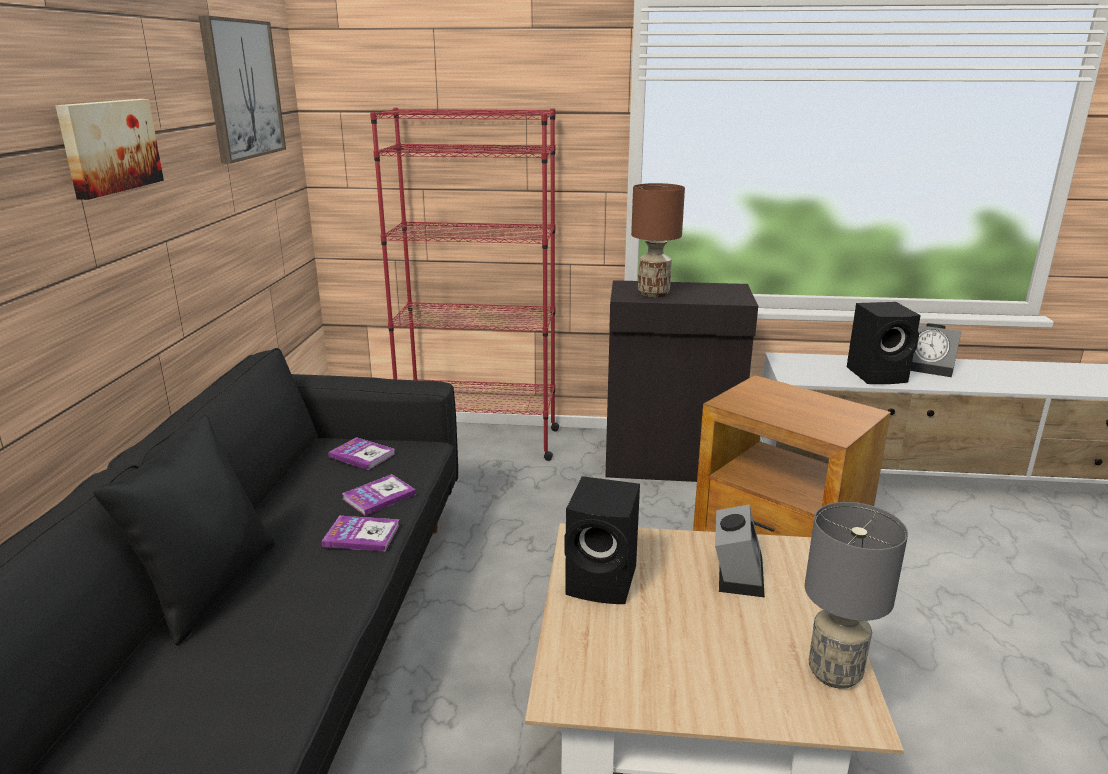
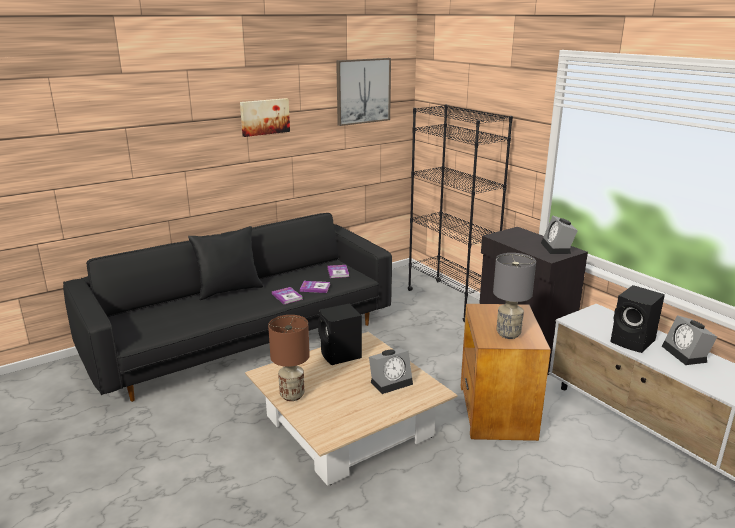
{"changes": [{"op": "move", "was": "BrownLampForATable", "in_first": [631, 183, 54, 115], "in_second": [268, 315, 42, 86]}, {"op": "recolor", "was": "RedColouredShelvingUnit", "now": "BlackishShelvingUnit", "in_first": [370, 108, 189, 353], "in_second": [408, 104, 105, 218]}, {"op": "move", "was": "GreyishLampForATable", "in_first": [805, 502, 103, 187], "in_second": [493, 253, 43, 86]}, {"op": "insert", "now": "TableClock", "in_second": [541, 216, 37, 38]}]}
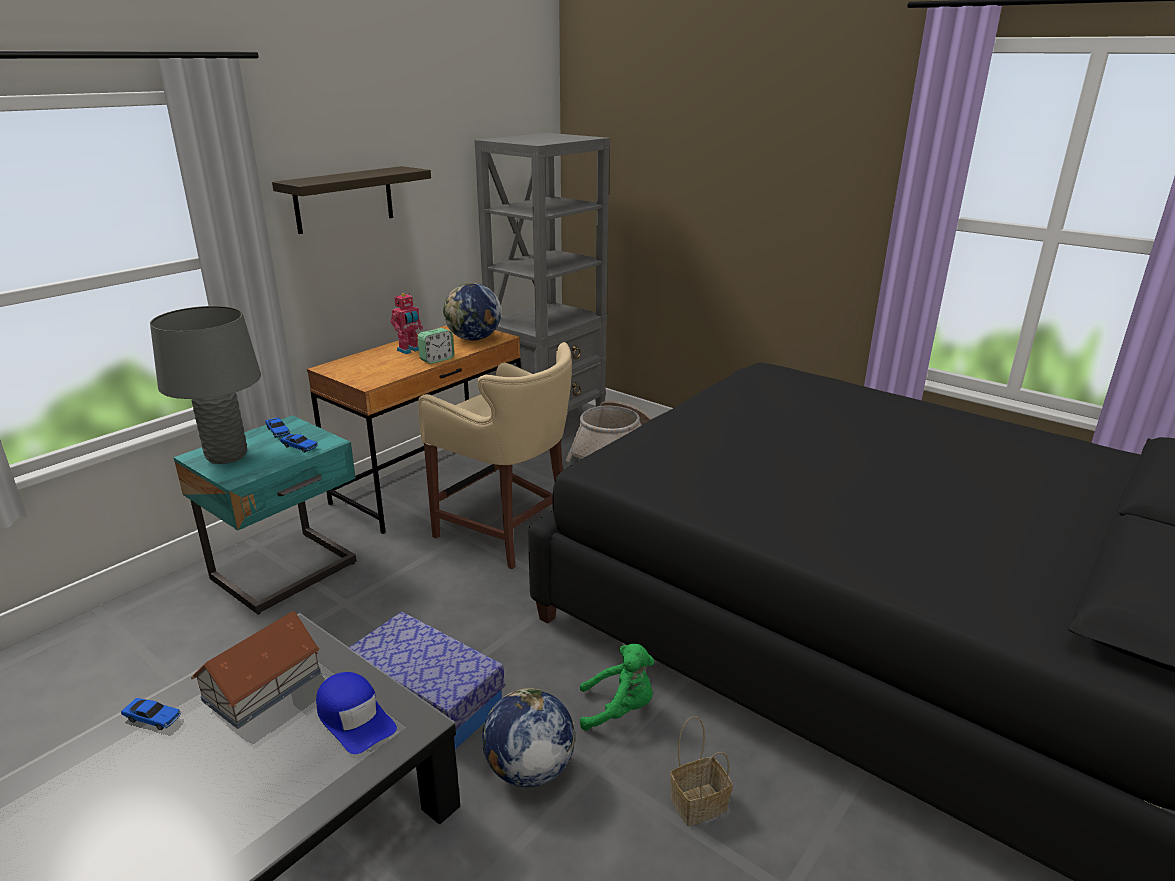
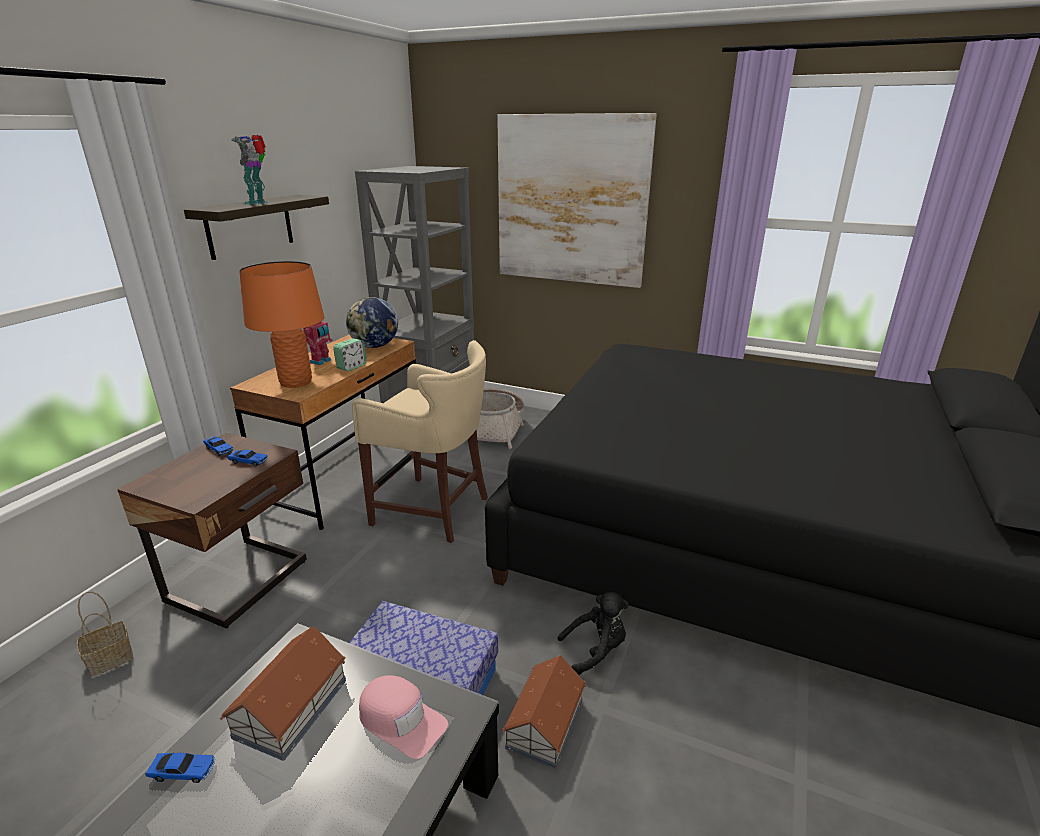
{"changes": [{"op": "move", "was": "Basket", "in_first": [670, 716, 63, 110], "in_second": [77, 592, 56, 85]}, {"op": "recolor", "was": "TurquoiseColouredNightTable", "now": "BrownNightTable", "in_first": [173, 415, 184, 200], "in_second": [117, 433, 190, 195]}, {"op": "insert", "now": "ModelRobot", "in_second": [232, 135, 38, 70]}, {"op": "insert", "now": "OrangeLampForATable", "in_second": [239, 261, 85, 127]}, {"op": "recolor", "was": "BlueColouredCap", "now": "PinkColouredCap", "in_first": [316, 672, 81, 82], "in_second": [359, 675, 89, 84]}, {"op": "insert", "now": "WallArt", "in_second": [497, 113, 160, 175]}, {"op": "replace", "was": "Globe", "now": "ToyHouse", "in_first": [482, 689, 93, 98], "in_second": [502, 655, 84, 114]}, {"op": "recolor", "was": "GreenishCuddlyToy", "now": "BlackishCuddlyToy", "in_first": [580, 644, 74, 87], "in_second": [557, 592, 72, 83]}, {"op": "delete", "was": "GreyishLampForATable", "in_first": [150, 306, 111, 158]}]}
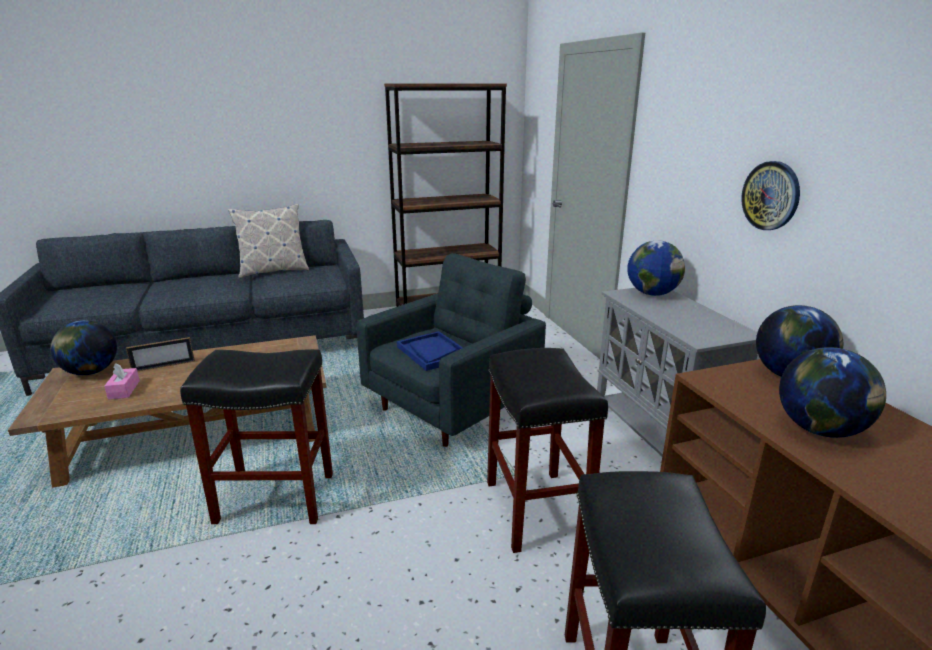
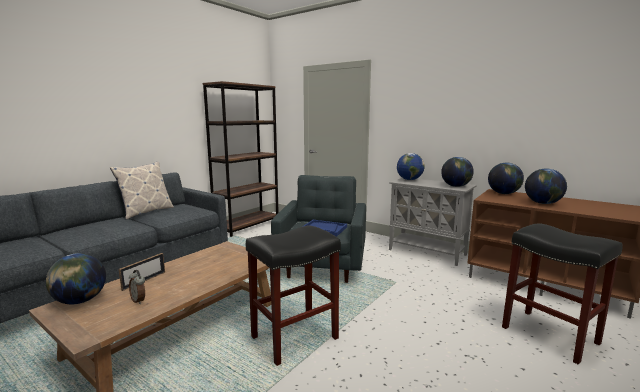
{"changes": [{"op": "replace", "was": "PinkColouredTissueBox", "now": "TableClock", "in_first": [104, 363, 36, 37], "in_second": [129, 270, 16, 34]}, {"op": "insert", "now": "Globe", "in_second": [441, 157, 33, 30]}, {"op": "delete", "was": "BlackishStool", "in_first": [487, 348, 121, 205]}, {"op": "delete", "was": "HangingClock", "in_first": [741, 161, 59, 69]}]}
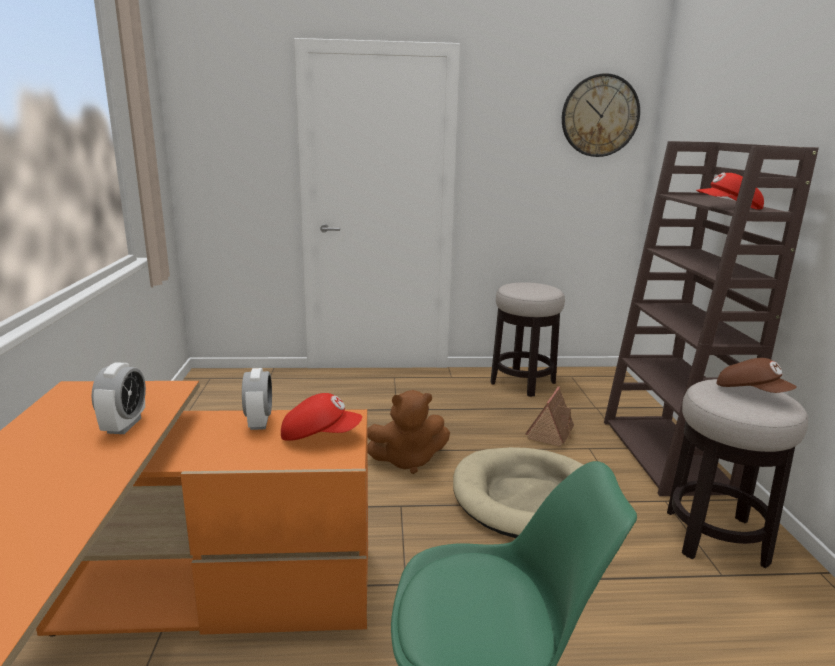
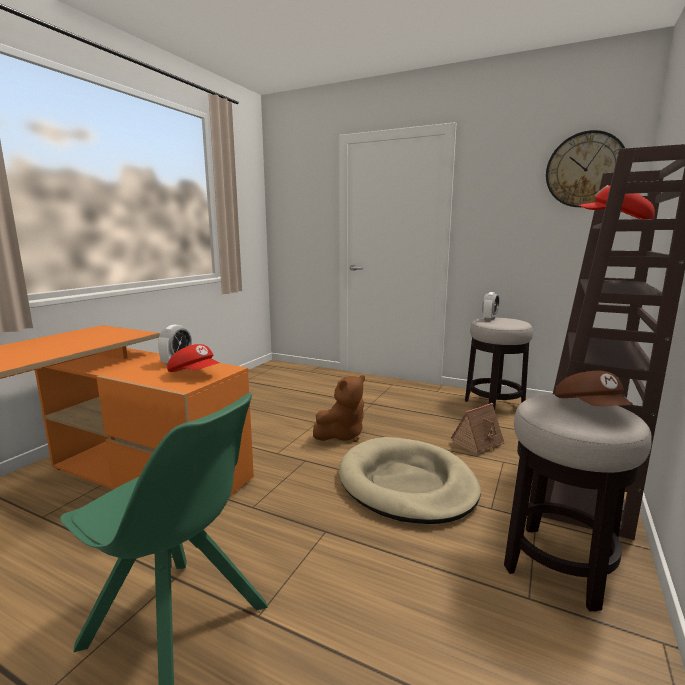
{"changes": [{"op": "rotate", "was": "BrownCuddlyToy", "in_first": [367, 390, 83, 84], "in_second": [313, 375, 52, 67], "clockwise": -60}, {"op": "move", "was": "TableClock", "in_first": [92, 362, 54, 72], "in_second": [482, 292, 17, 29]}]}
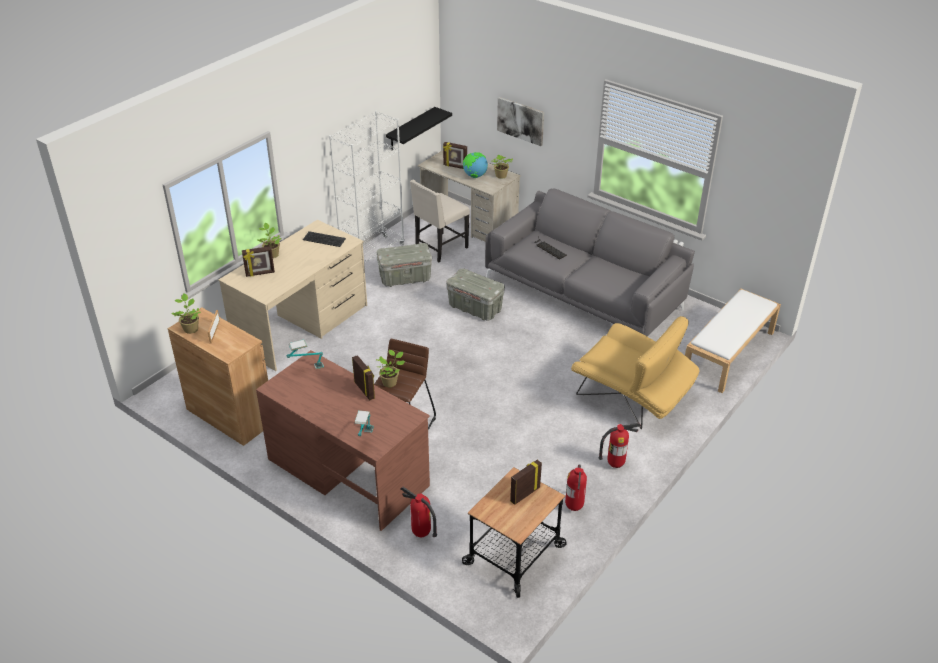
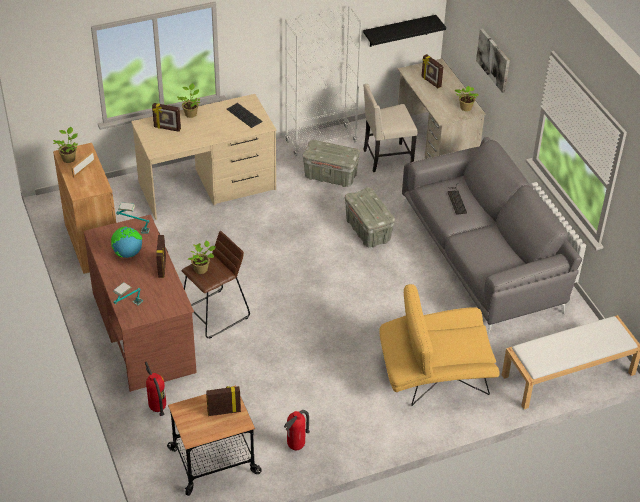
{"changes": [{"op": "move", "was": "Globe", "in_first": [463, 152, 25, 26], "in_second": [111, 227, 31, 31]}, {"op": "rotate", "was": "YellowLoungeChair", "in_first": [571, 316, 128, 113], "in_second": [379, 284, 120, 122], "clockwise": 105}, {"op": "delete", "was": "FireFightingCylinder", "in_first": [598, 423, 43, 45]}]}
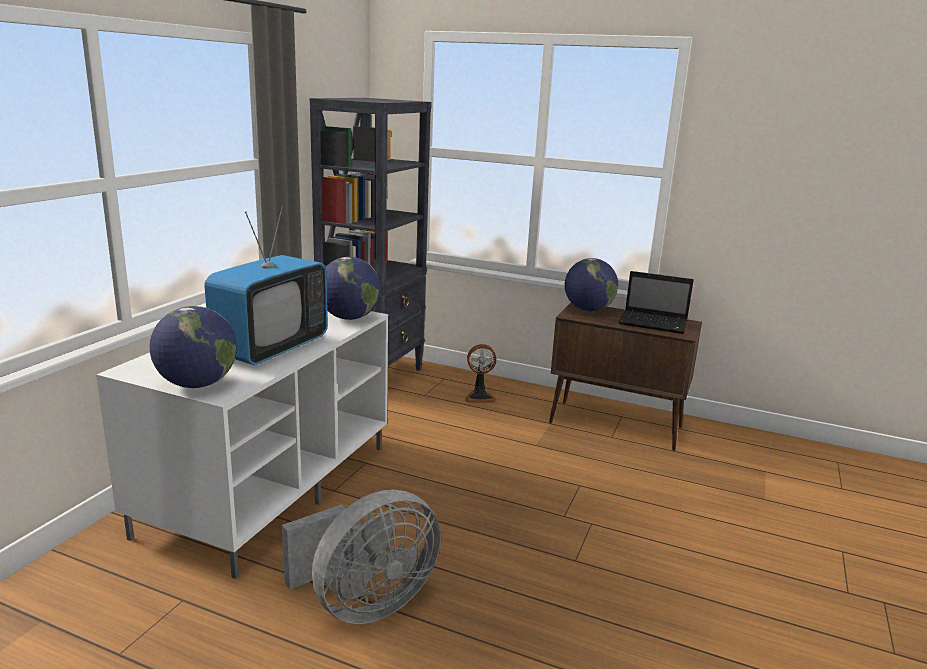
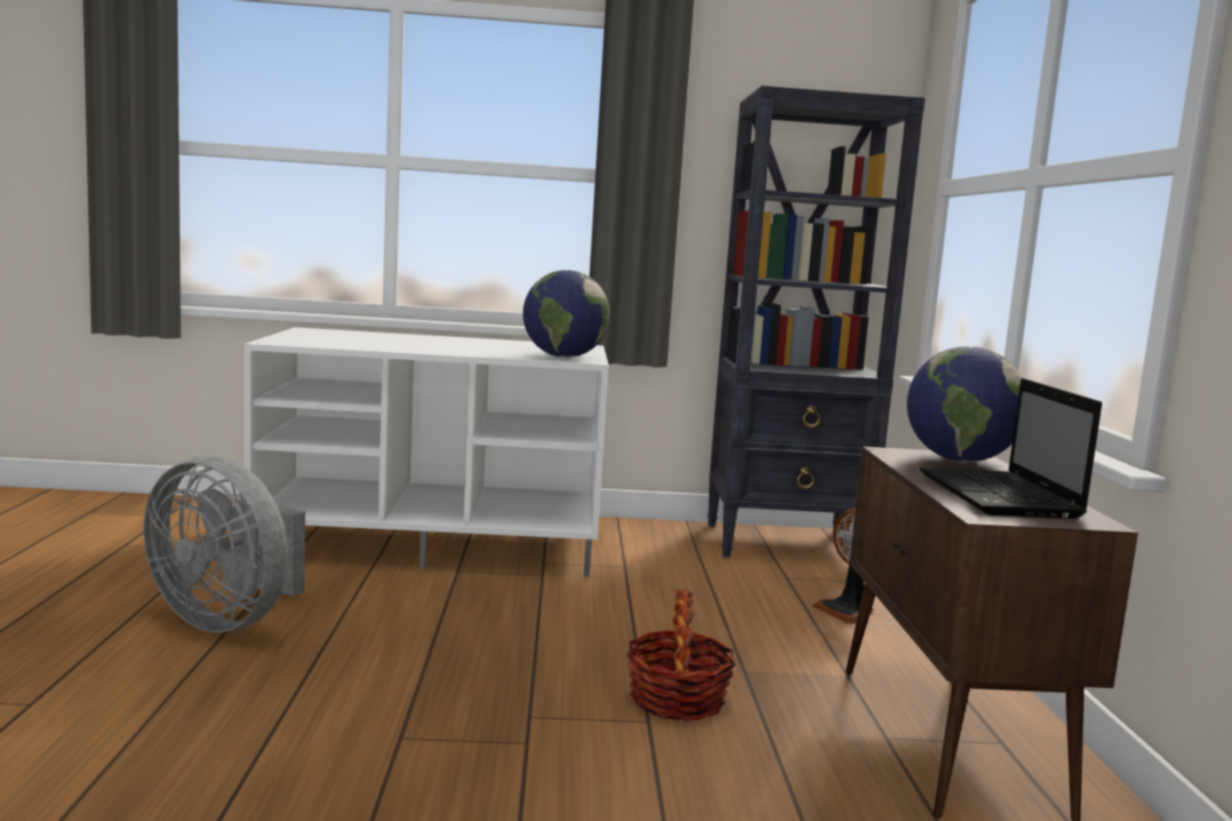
{"changes": [{"op": "insert", "now": "Basket", "in_second": [627, 589, 108, 132]}, {"op": "delete", "was": "Globe", "in_first": [150, 306, 87, 82]}, {"op": "delete", "was": "Television", "in_first": [204, 205, 124, 160]}]}
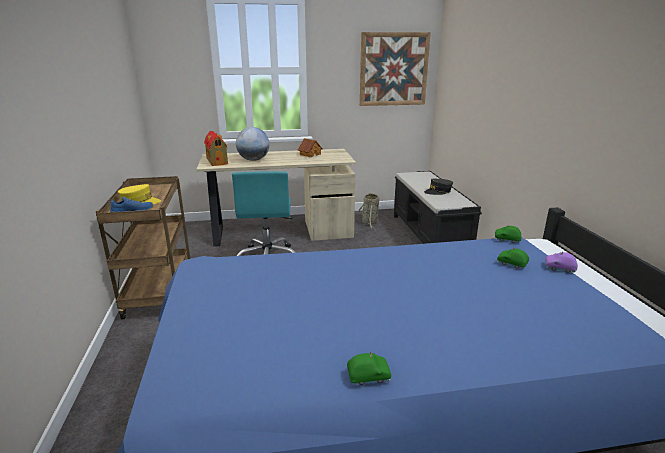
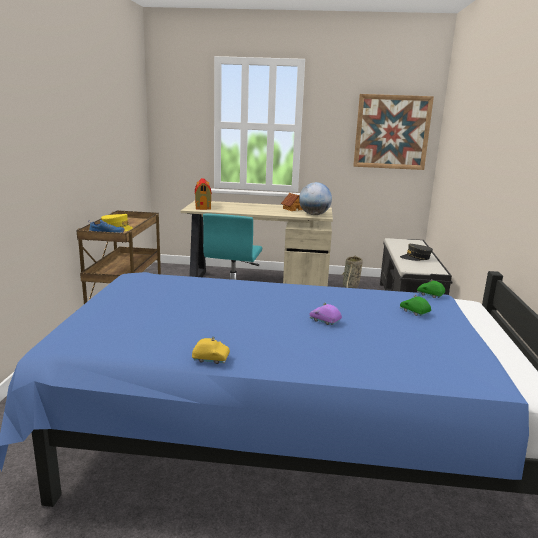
{"changes": [{"op": "recolor", "was": "GreenishToyCar", "now": "YellowToyCar", "in_first": [347, 351, 44, 34], "in_second": [192, 337, 38, 27]}, {"op": "move", "was": "Globe", "in_first": [236, 127, 33, 34], "in_second": [299, 182, 33, 33]}, {"op": "move", "was": "PurpleToyCar", "in_first": [545, 252, 33, 21], "in_second": [309, 302, 33, 23]}]}
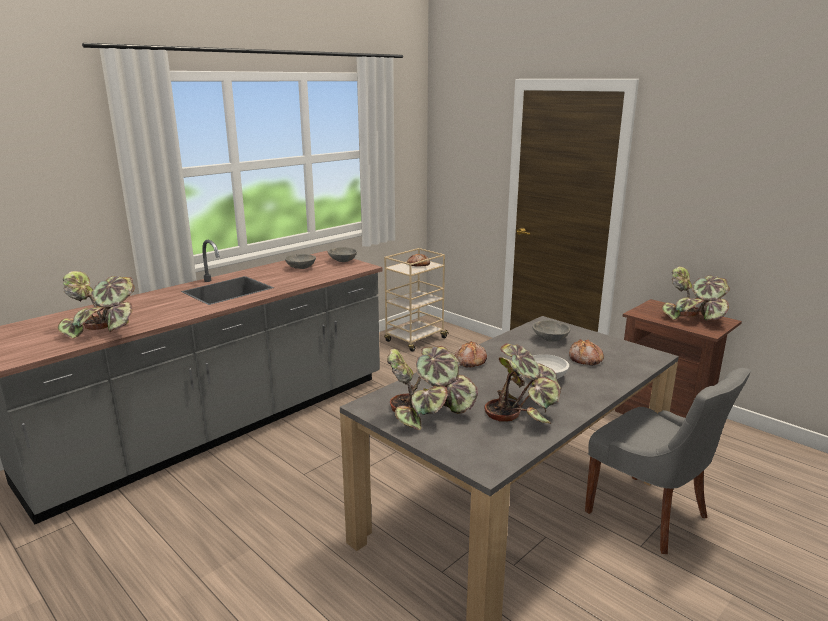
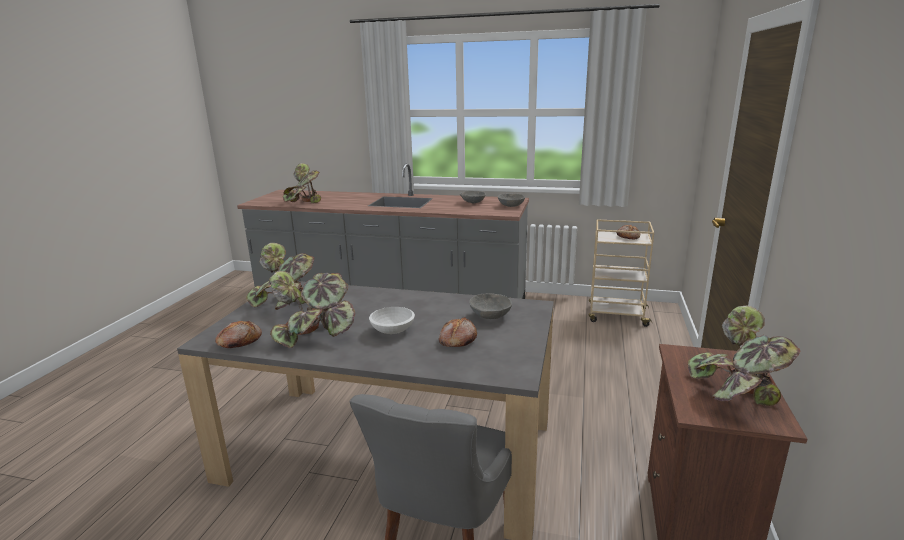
{"changes": [{"op": "move", "was": "Bread", "in_first": [455, 341, 32, 27], "in_second": [215, 321, 47, 27]}]}
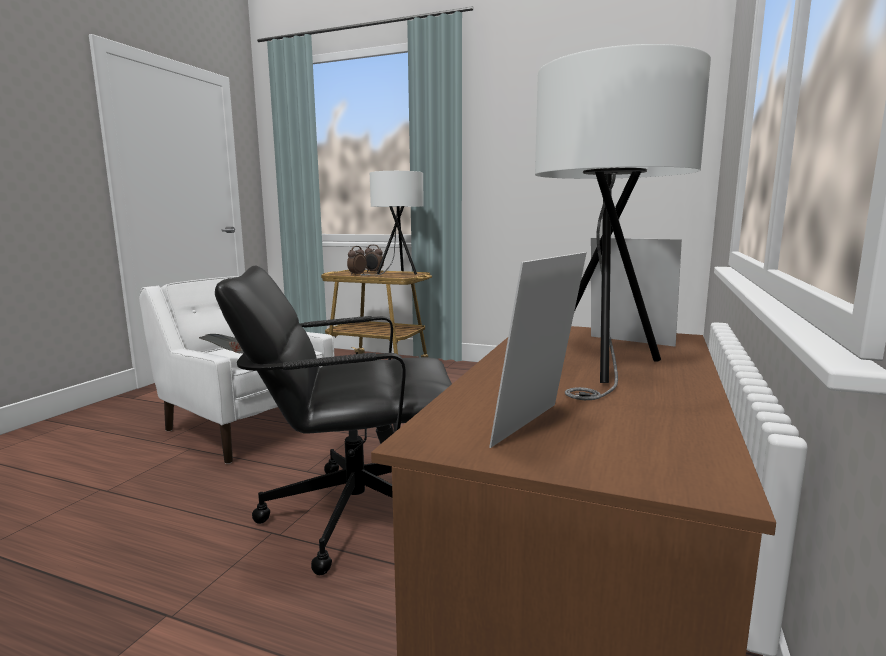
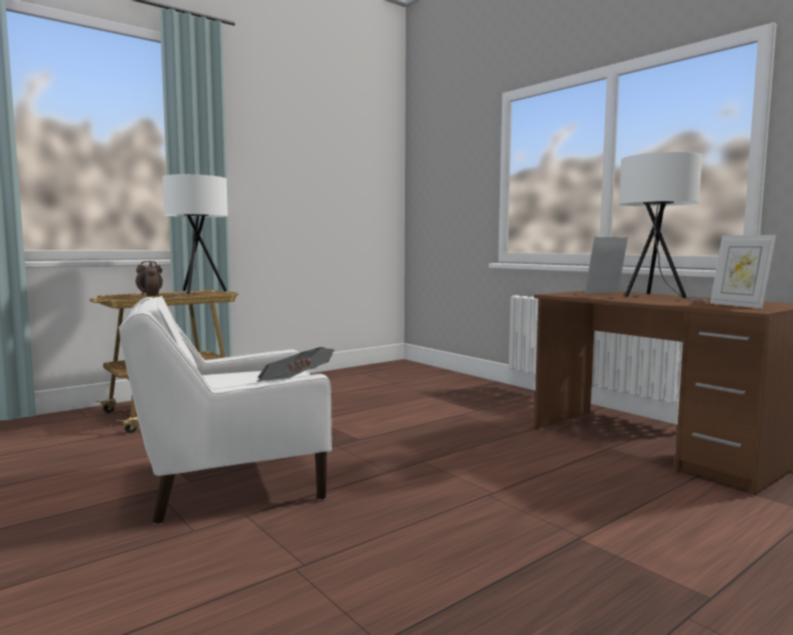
{"changes": [{"op": "delete", "was": "BlackishDeskChair", "in_first": [215, 266, 237, 309]}]}
